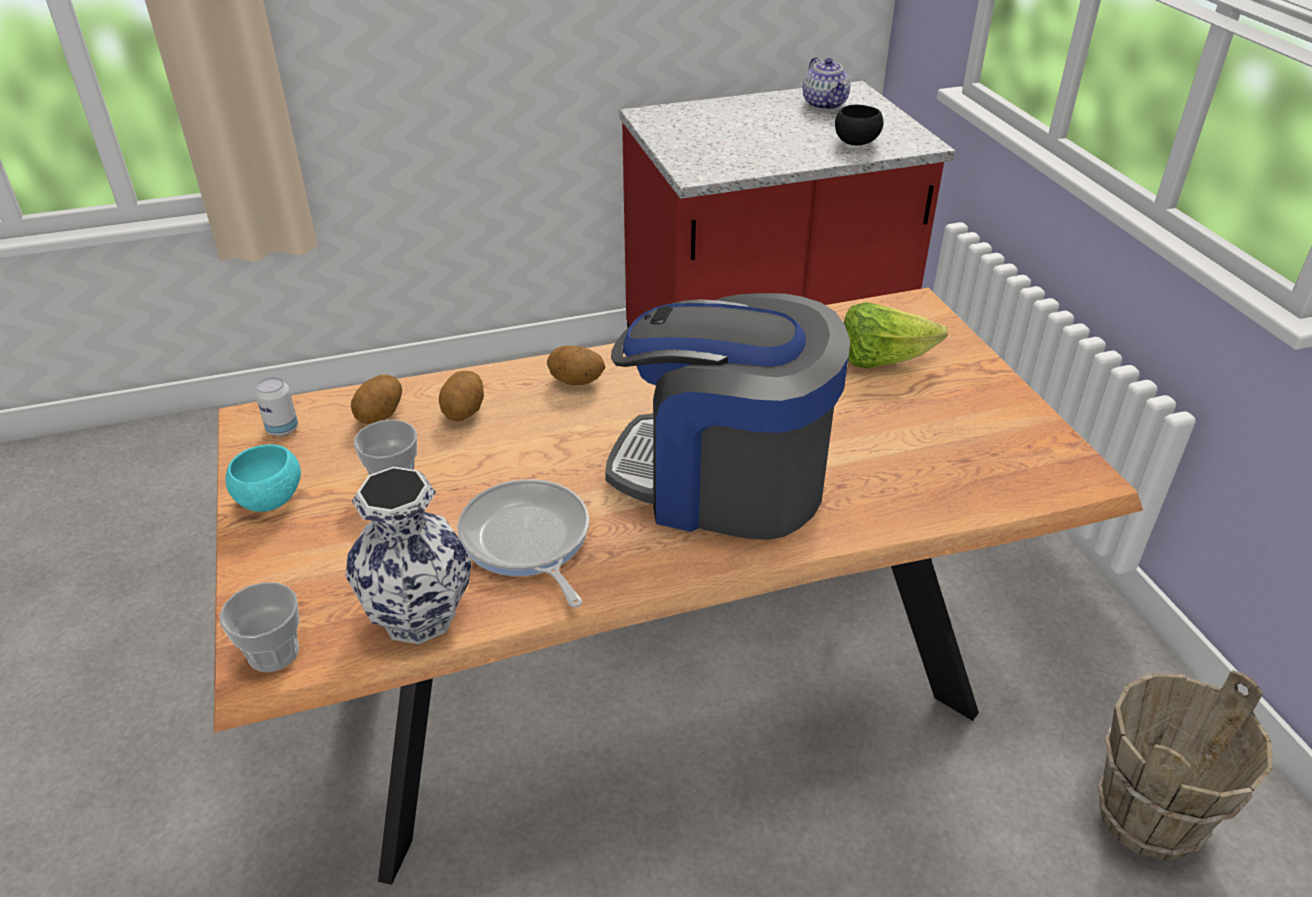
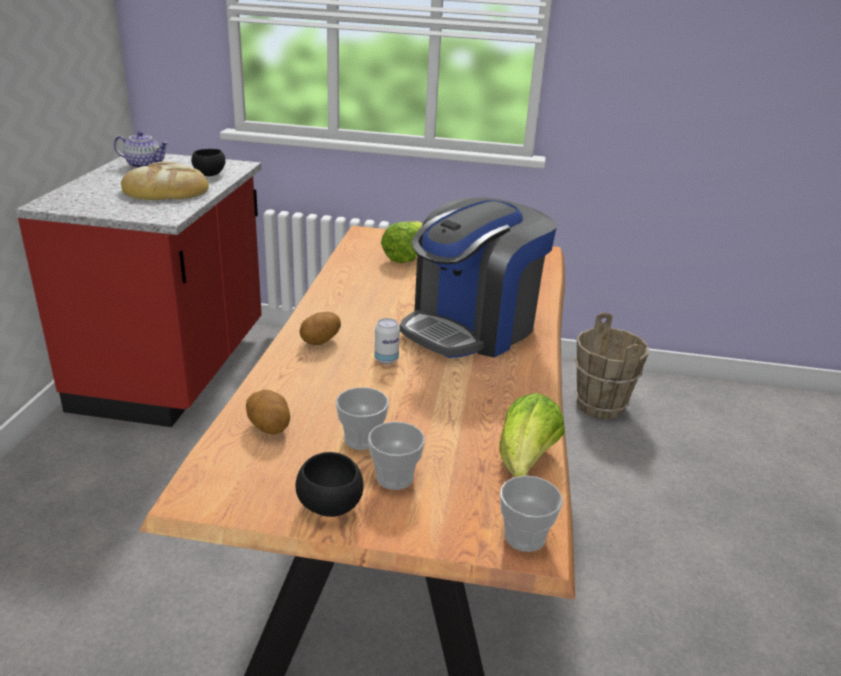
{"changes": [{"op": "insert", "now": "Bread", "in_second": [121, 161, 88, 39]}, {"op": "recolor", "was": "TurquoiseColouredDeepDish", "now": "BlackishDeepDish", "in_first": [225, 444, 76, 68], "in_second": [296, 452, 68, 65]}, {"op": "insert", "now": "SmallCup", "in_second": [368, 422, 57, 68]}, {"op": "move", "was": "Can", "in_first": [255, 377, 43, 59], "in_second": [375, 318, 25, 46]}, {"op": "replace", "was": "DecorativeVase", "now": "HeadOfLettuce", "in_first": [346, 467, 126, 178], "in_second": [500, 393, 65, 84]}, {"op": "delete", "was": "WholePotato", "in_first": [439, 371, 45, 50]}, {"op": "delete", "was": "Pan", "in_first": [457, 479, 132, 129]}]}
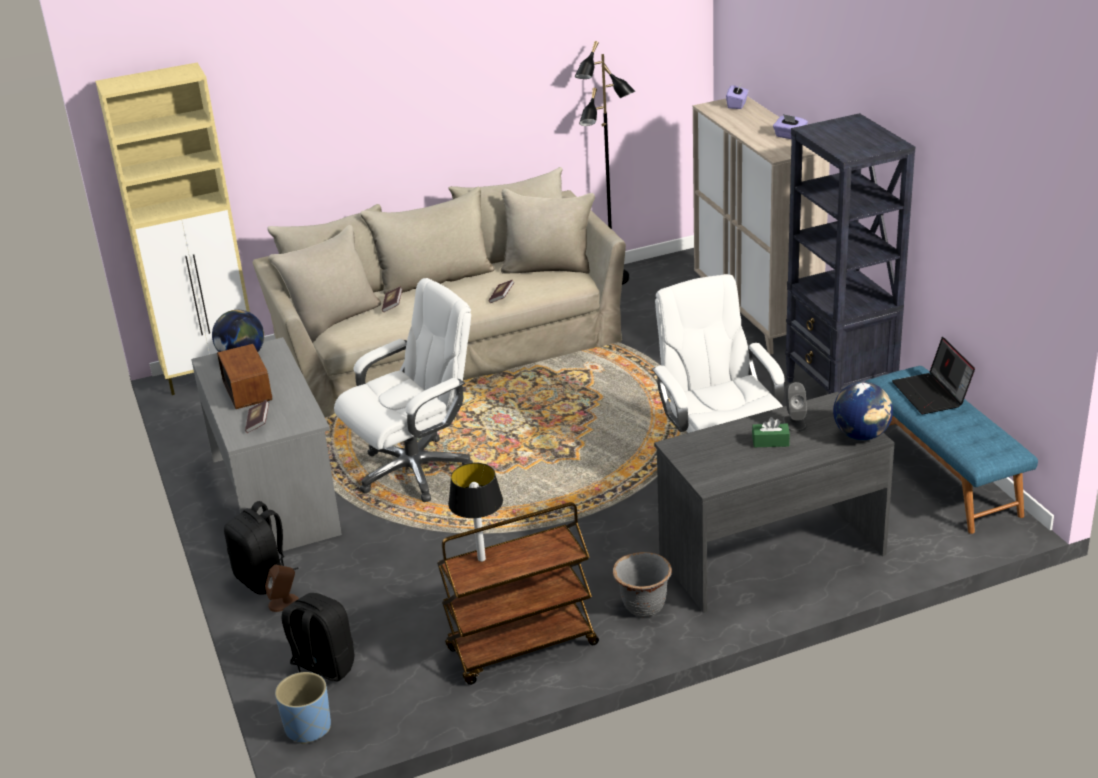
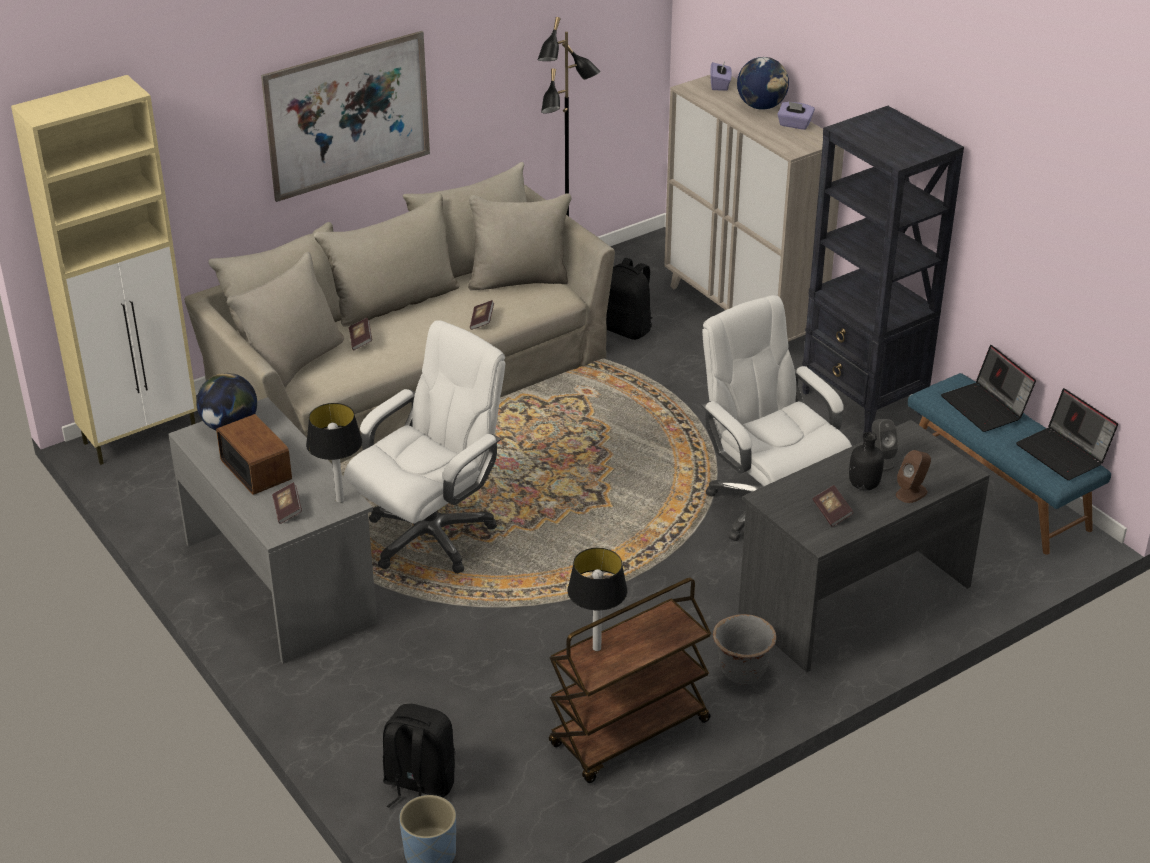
{"changes": [{"op": "insert", "now": "WallArt", "in_second": [261, 31, 169, 171]}, {"op": "insert", "now": "LampForATable", "in_second": [306, 403, 56, 100]}, {"op": "move", "was": "BlackishBackpack", "in_first": [224, 501, 75, 94], "in_second": [606, 258, 46, 82]}, {"op": "move", "was": "Globe", "in_first": [833, 382, 60, 58], "in_second": [737, 57, 52, 53]}, {"op": "insert", "now": "BoundBook", "in_second": [813, 485, 40, 42]}, {"op": "replace", "was": "GreenishTissueBox", "now": "BlackishBeverageBottle", "in_first": [752, 417, 38, 30], "in_second": [849, 432, 35, 58]}, {"op": "move", "was": "BrownAudioSpeaker", "in_first": [265, 565, 34, 47], "in_second": [896, 450, 35, 53]}, {"op": "insert", "now": "Laptop", "in_second": [1016, 388, 102, 92]}]}
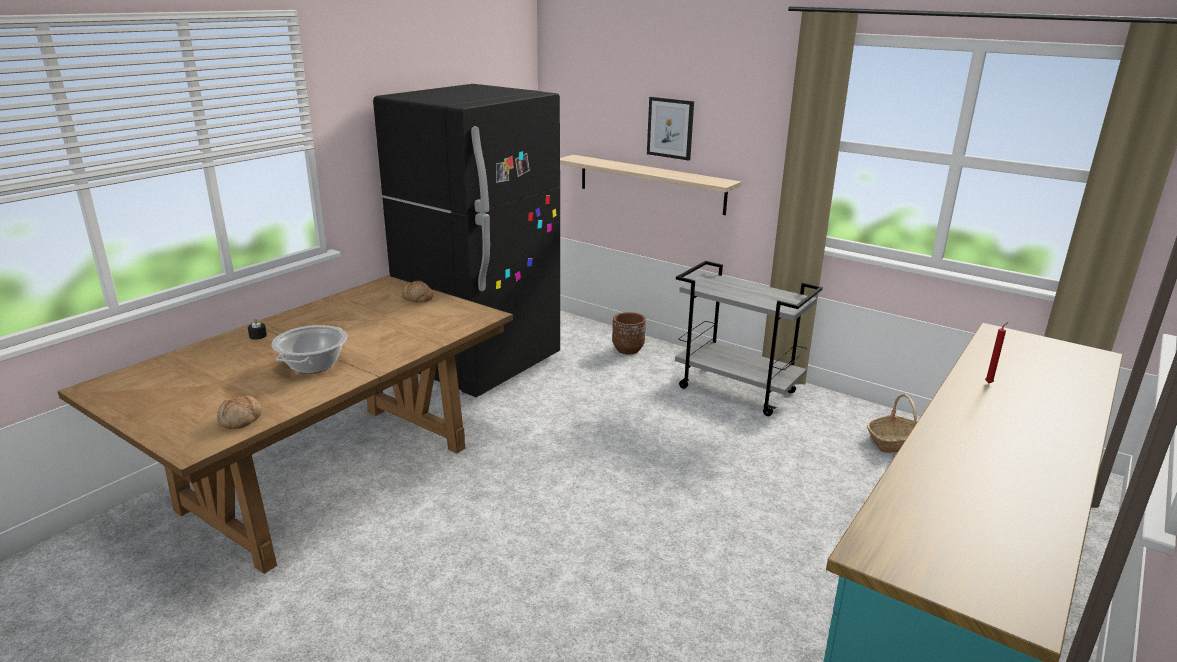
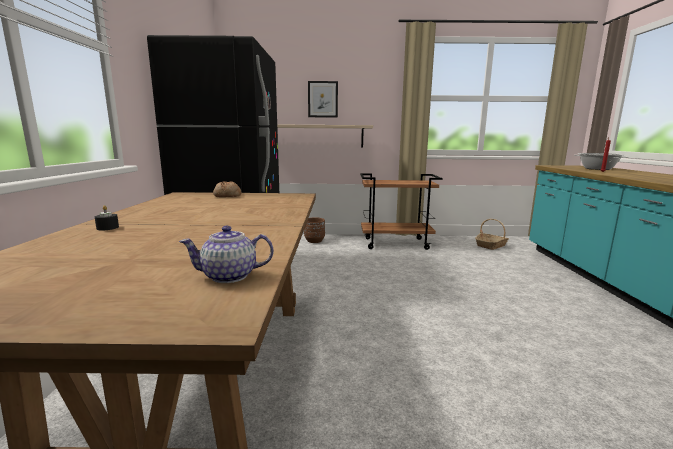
{"changes": [{"op": "replace", "was": "Bread", "now": "TeaPot", "in_first": [217, 395, 45, 34], "in_second": [179, 226, 95, 57]}, {"op": "recolor", "was": "GreyishWheeledCart", "now": "BrownWheeledCart", "in_first": [675, 261, 148, 155], "in_second": [360, 173, 82, 77]}, {"op": "move", "was": "Stockpot", "in_first": [272, 325, 75, 49], "in_second": [574, 153, 55, 17]}]}
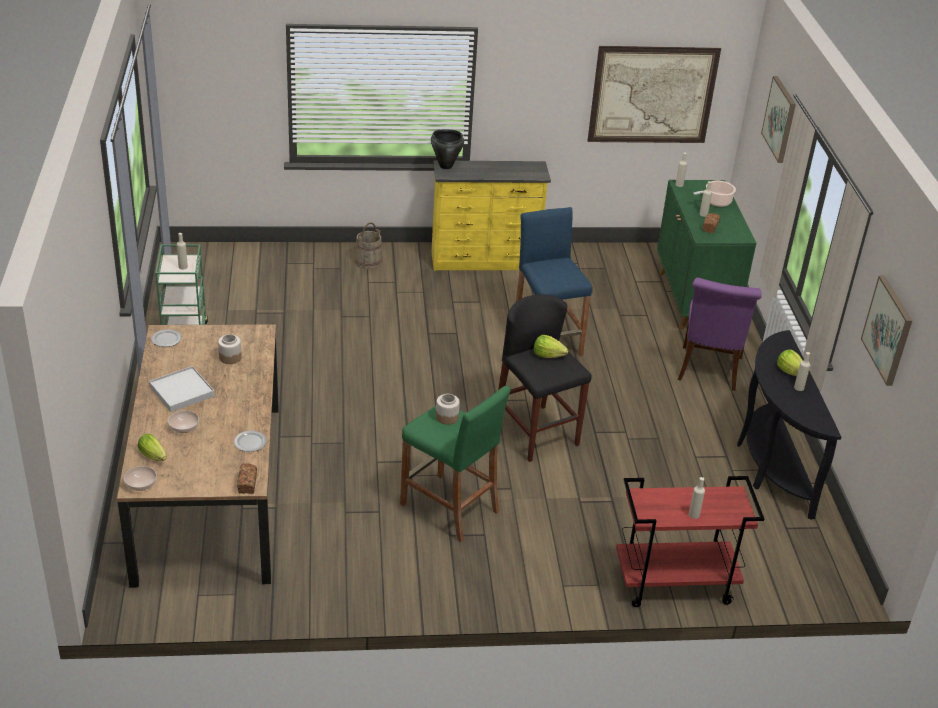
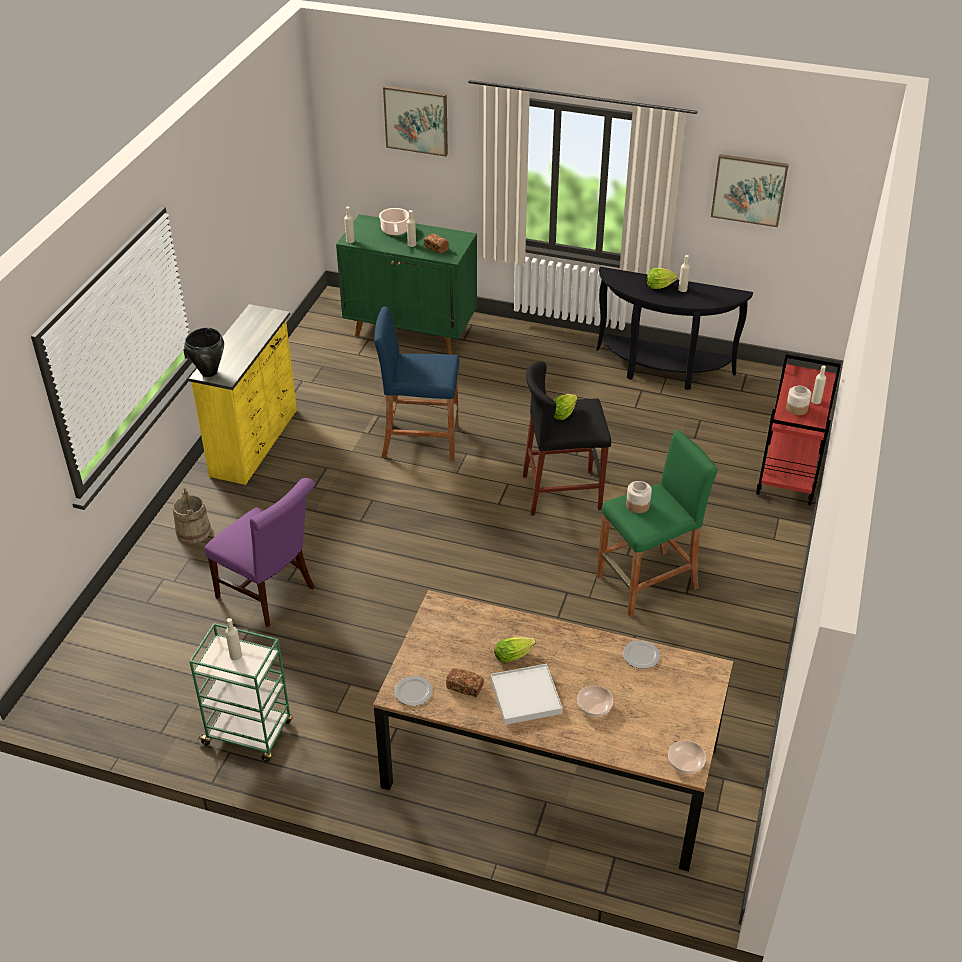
{"changes": [{"op": "move", "was": "PurplePlainChair", "in_first": [678, 277, 84, 114], "in_second": [204, 478, 111, 149]}, {"op": "move", "was": "Bread", "in_first": [237, 463, 20, 31], "in_second": [446, 668, 38, 29]}, {"op": "move", "was": "HeadOfLettuce", "in_first": [138, 434, 29, 27], "in_second": [494, 637, 42, 26]}, {"op": "move", "was": "PreserveJar", "in_first": [218, 334, 24, 30], "in_second": [786, 386, 25, 29]}, {"op": "delete", "was": "WallArt", "in_first": [588, 46, 133, 97]}]}
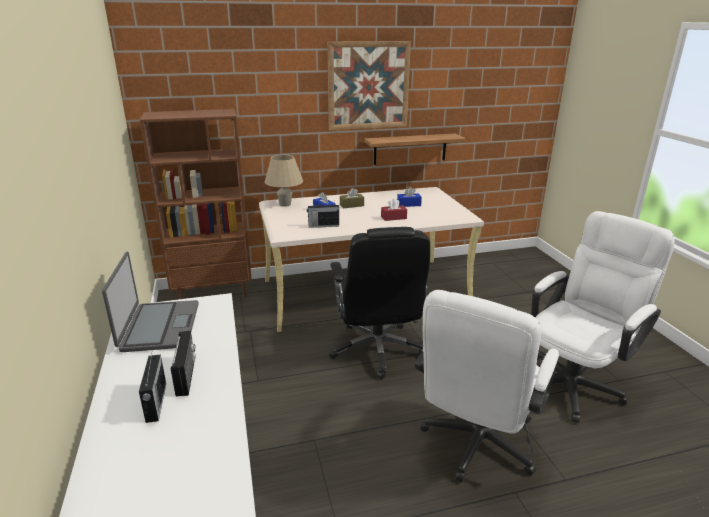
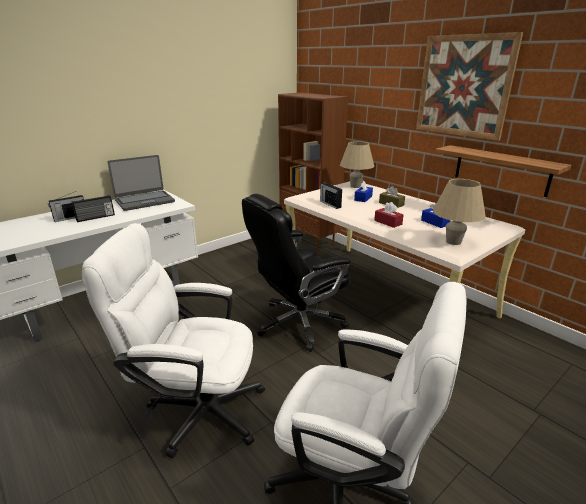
{"changes": [{"op": "insert", "now": "SandColouredLampForATable", "in_second": [433, 179, 53, 66]}]}
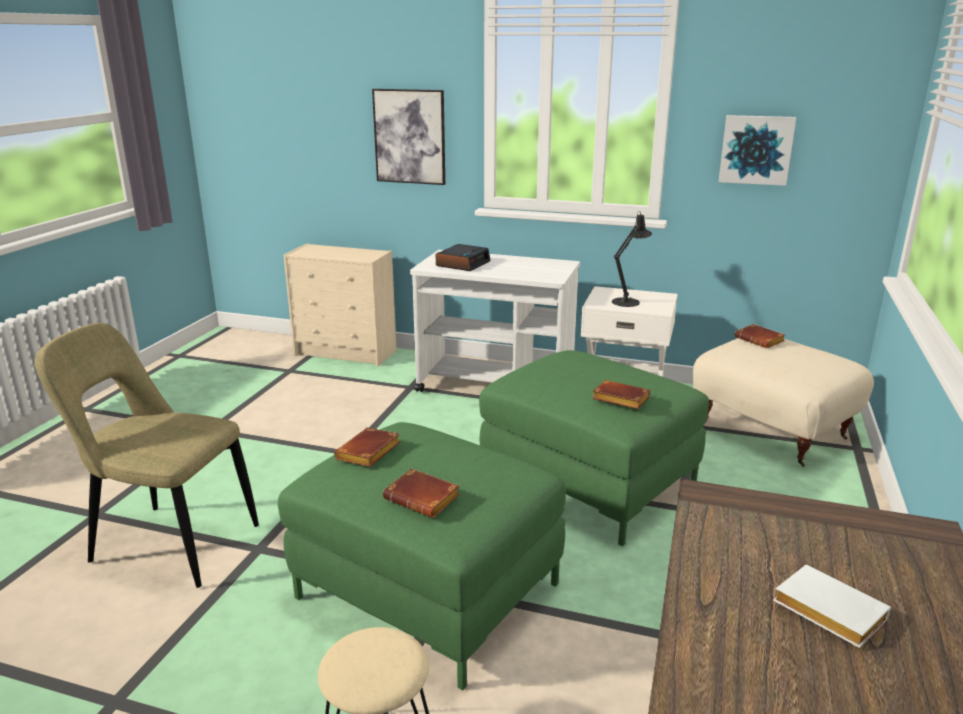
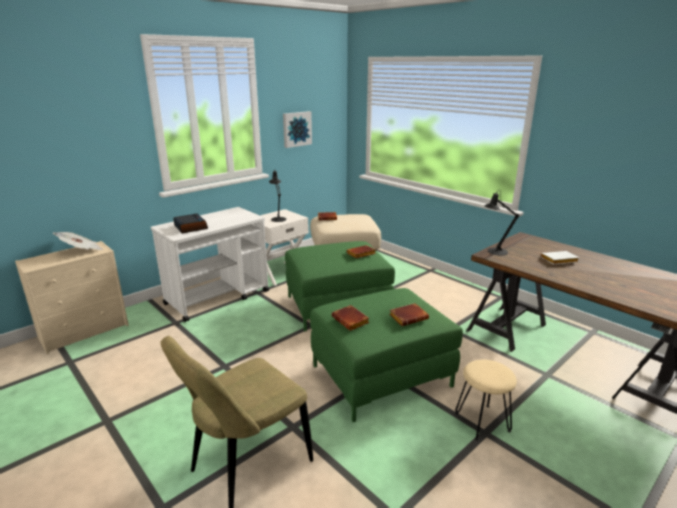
{"changes": [{"op": "insert", "now": "DailyPaper", "in_second": [53, 232, 50, 18]}, {"op": "insert", "now": "BlackishLampForATable", "in_second": [484, 190, 35, 66]}, {"op": "delete", "was": "WallArt", "in_first": [372, 89, 73, 96]}]}
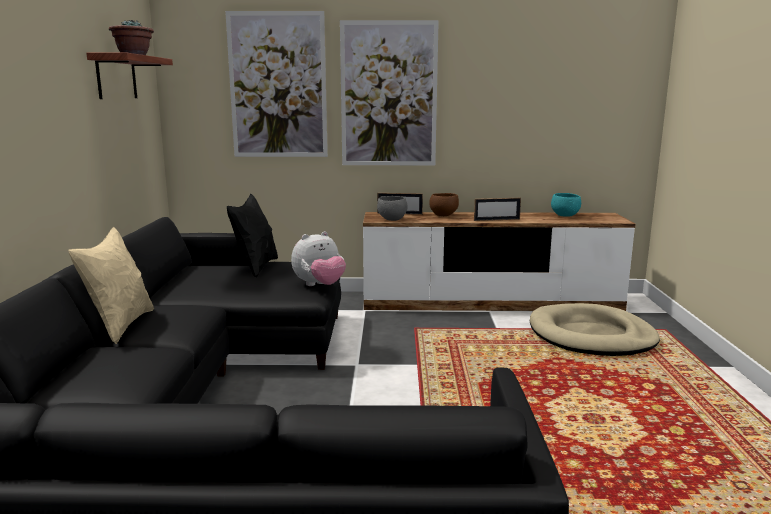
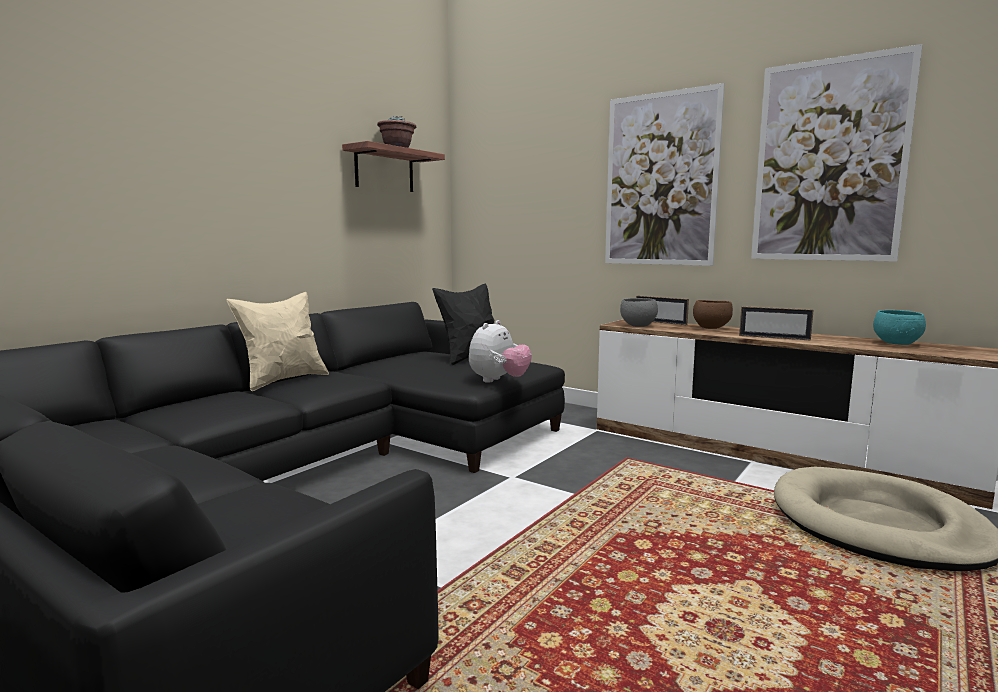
{"changes": [{"op": "rotate", "was": "CuddlyToy", "in_first": [291, 231, 55, 55], "in_second": [469, 320, 63, 63], "clockwise": -60}, {"op": "move", "was": "WallArt", "in_first": [225, 11, 103, 146], "in_second": [751, 44, 172, 217]}]}
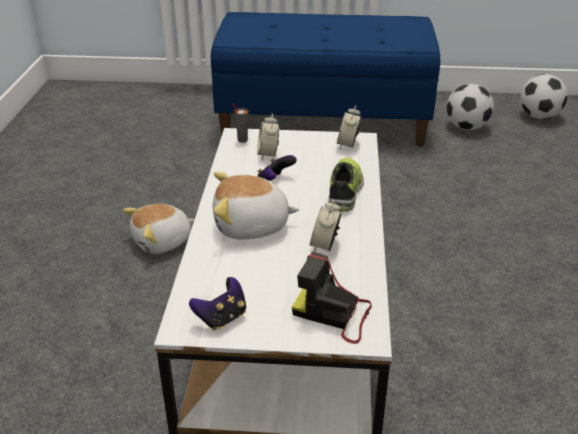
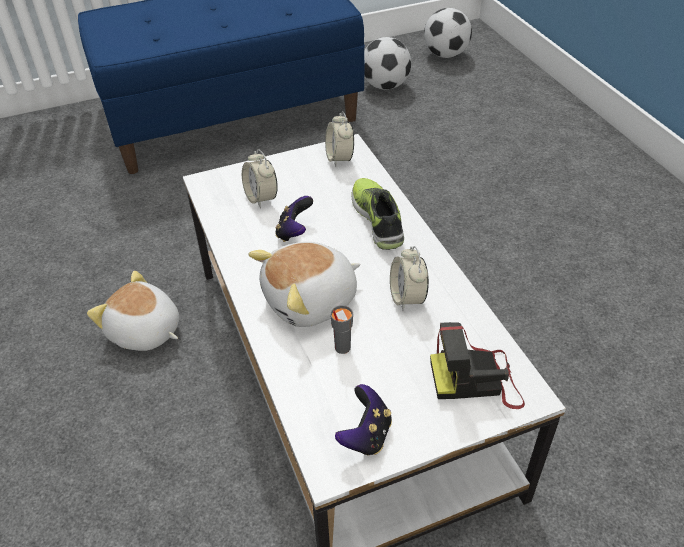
{"changes": [{"op": "rotate", "was": "CuddlyToy", "in_first": [123, 204, 72, 50], "in_second": [87, 271, 92, 80], "clockwise": 90}, {"op": "move", "was": "GreyishSmallCup", "in_first": [233, 103, 16, 40], "in_second": [330, 305, 23, 49]}]}
